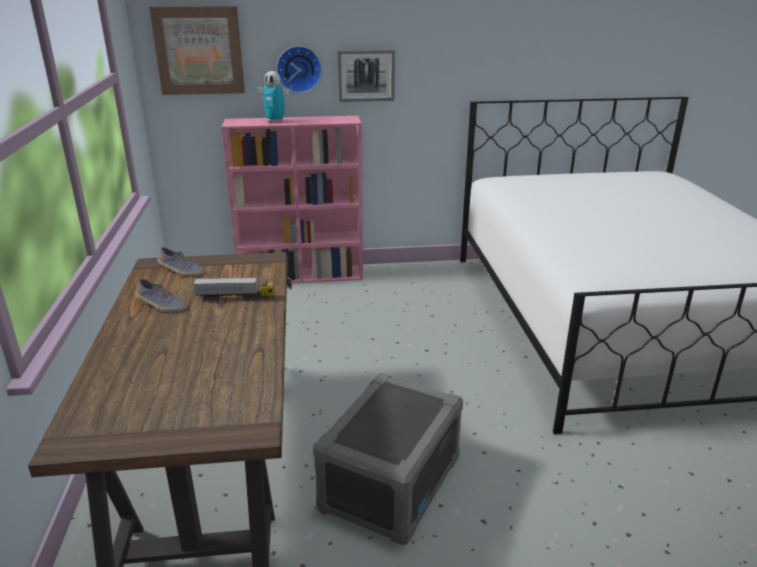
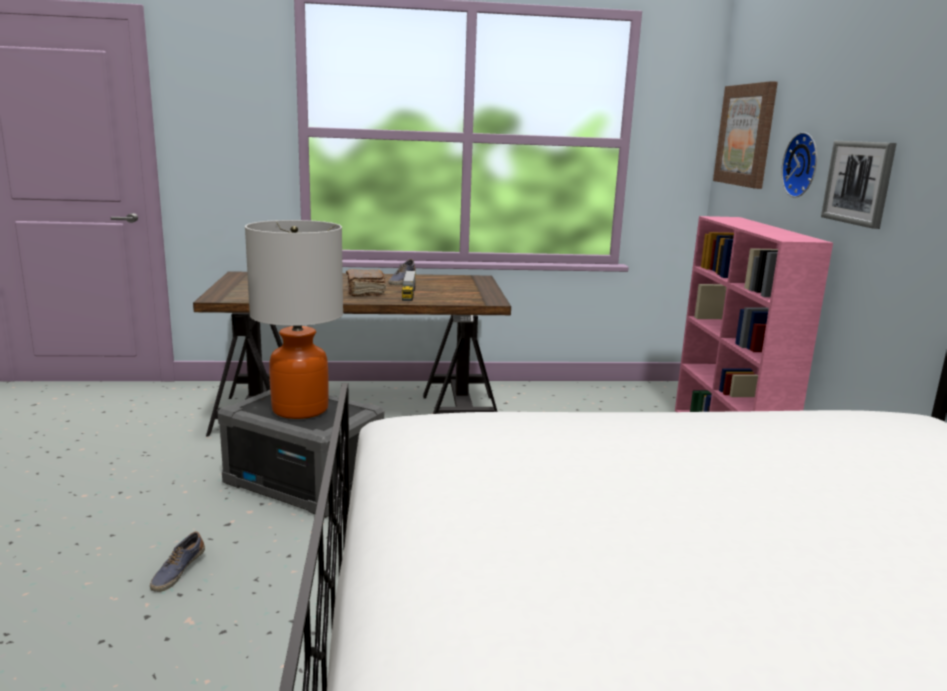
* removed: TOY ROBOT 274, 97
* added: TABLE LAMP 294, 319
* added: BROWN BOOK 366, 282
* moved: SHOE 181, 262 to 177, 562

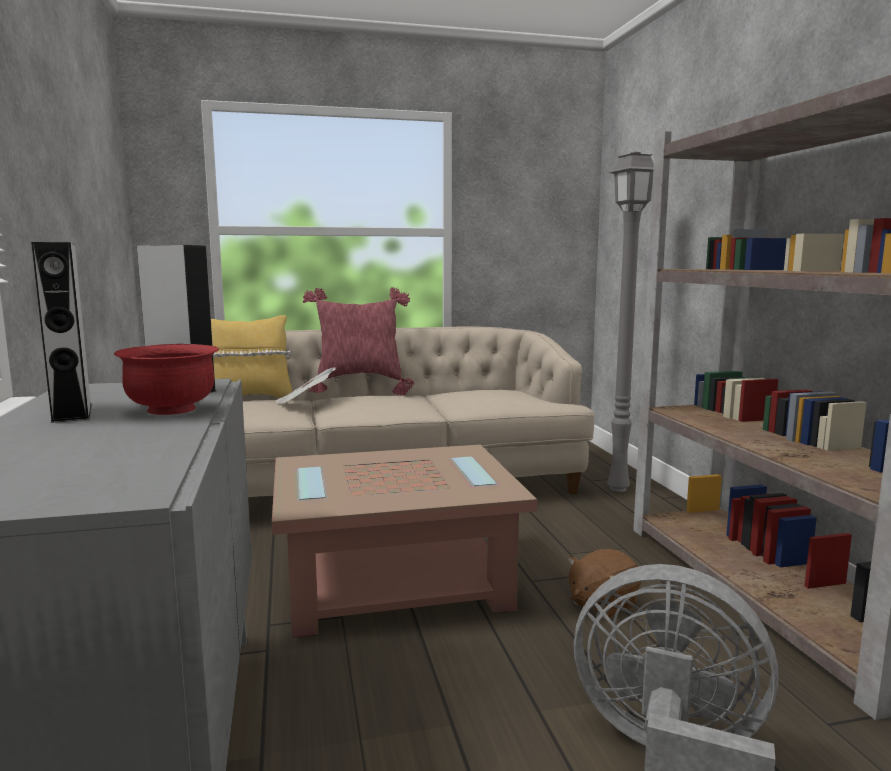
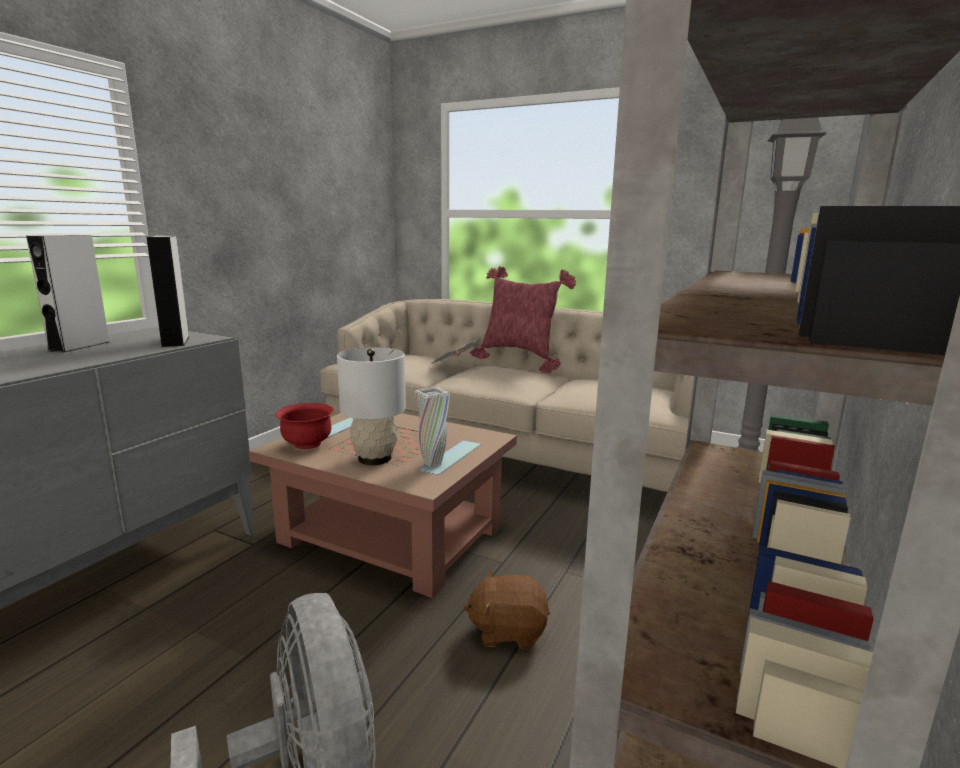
* removed: YELLOW PILLOW 251, 356
* added: WHITE TABLE LAMP 371, 406
* added: WHITE VASE 432, 427
* moved: RED BOWL 166, 379 to 304, 426

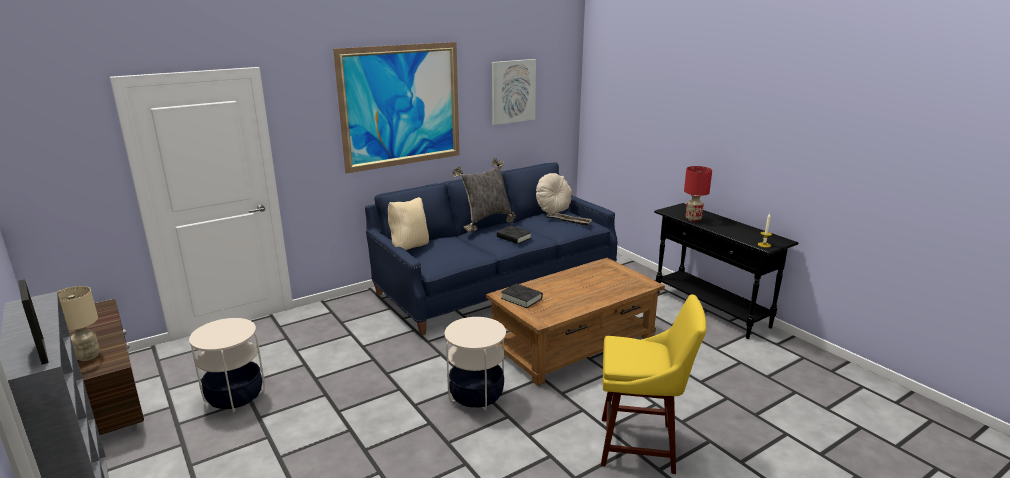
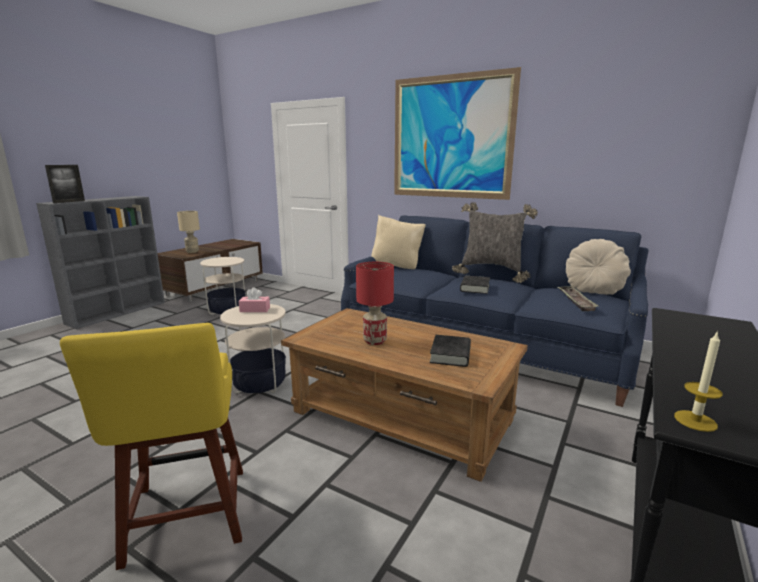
* removed: PICTURE 514, 92
* added: PINK TISSUE BOX 254, 299
* moved: BLACK BOOK 522, 295 to 450, 351
* moved: RED TABLE LAMP 698, 194 to 375, 303

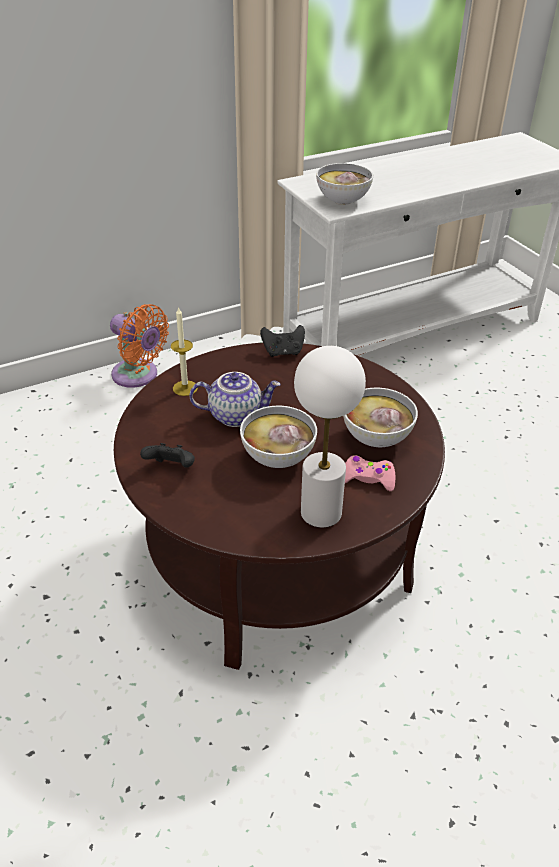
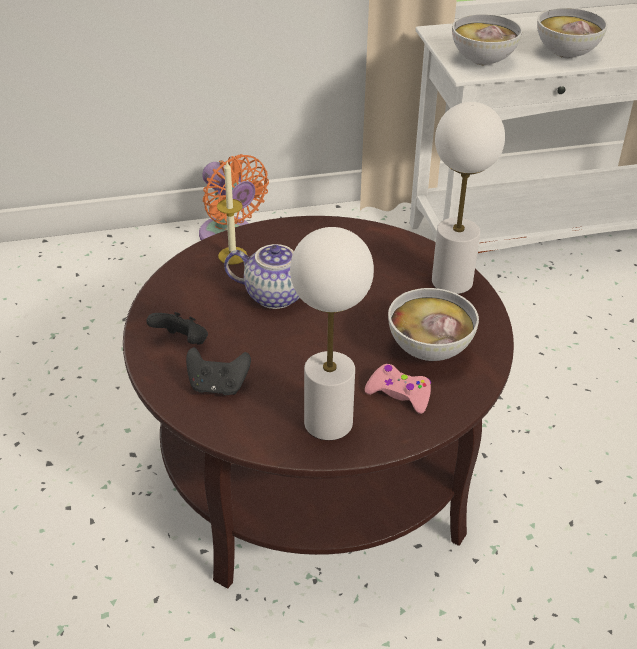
* added: WHITE TABLE LAMP 468, 198
* moved: BOWL 278, 437 to 572, 33
* moved: BLACK GAME CONTROLLER 282, 341 to 218, 371

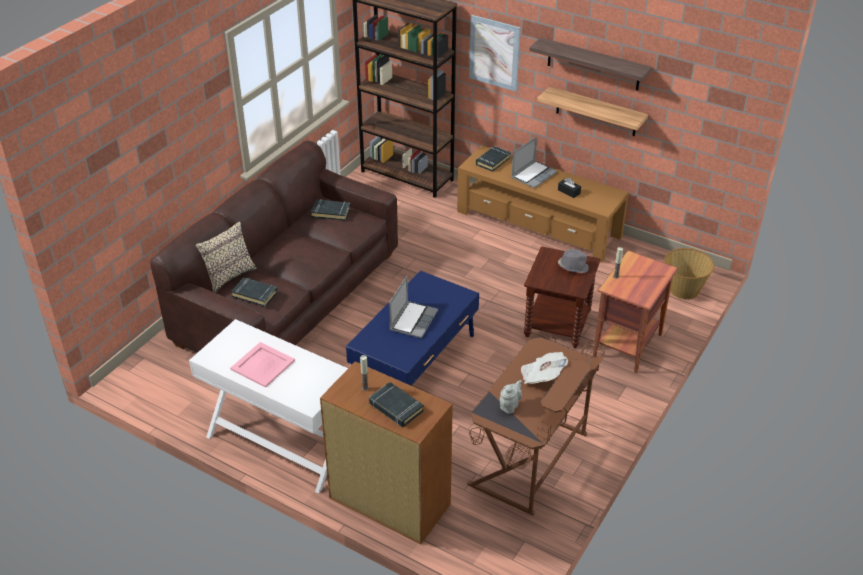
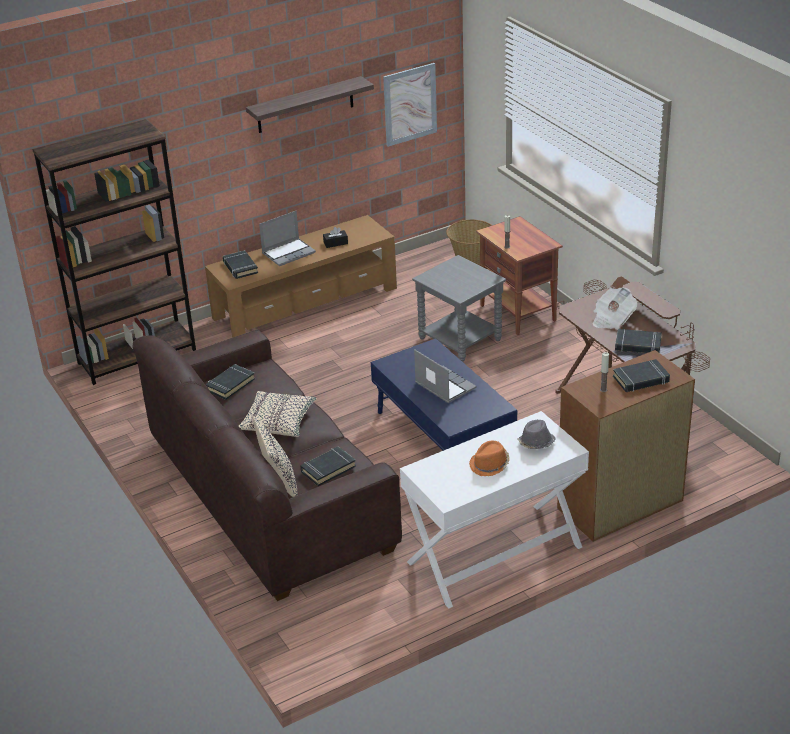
* removed: SHELF 592, 111
* added: BEIGE PILLOW 278, 414
* moved: PICTURE 494, 53 to 410, 105
* moved: GREY HAT 573, 261 to 537, 434
* replaced: PINK TRAY 262, 364 to ORANGE HAT 489, 458
* replaced: GREY TEAPOT 511, 397 to BLACK BOOK 638, 341
* recoloured: BROWN SIDE TABLE 562, 297 to GREY SIDE TABLE 459, 308
* turned: LAPTOP 534, 162 = 287, 238 75 degrees clockwise

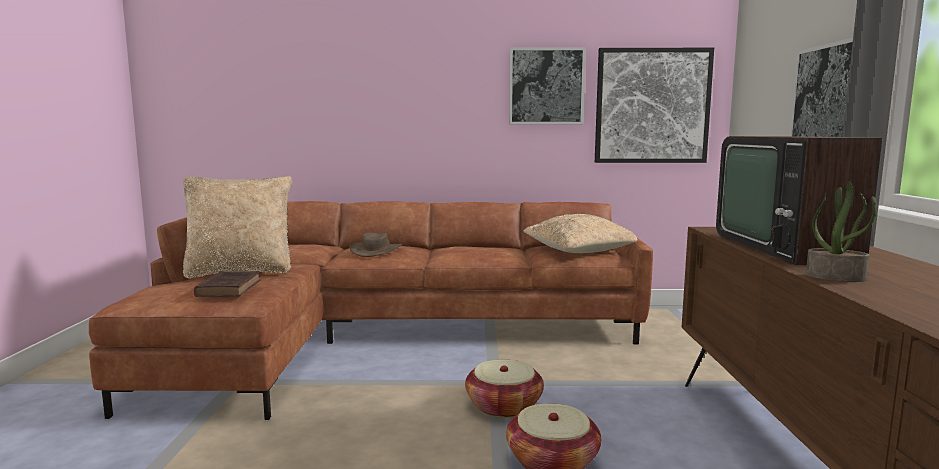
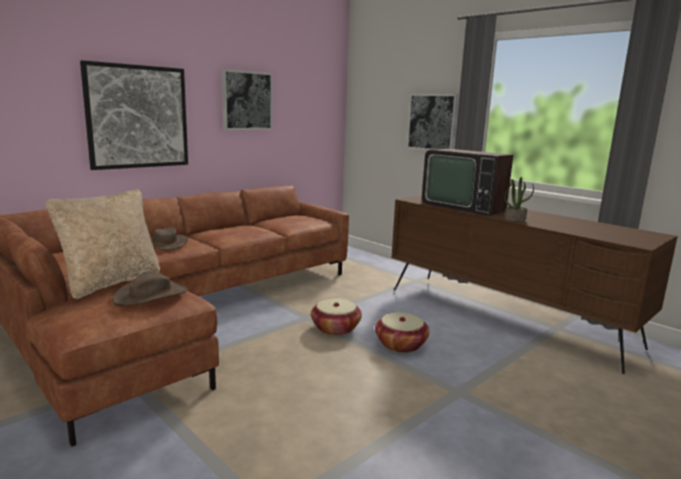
* removed: BEIGE PILLOW 580, 233
* moved: PICTURE 654, 105 to 134, 115
* replaced: BROWN BOOK 227, 284 to BROWN HAT 150, 288

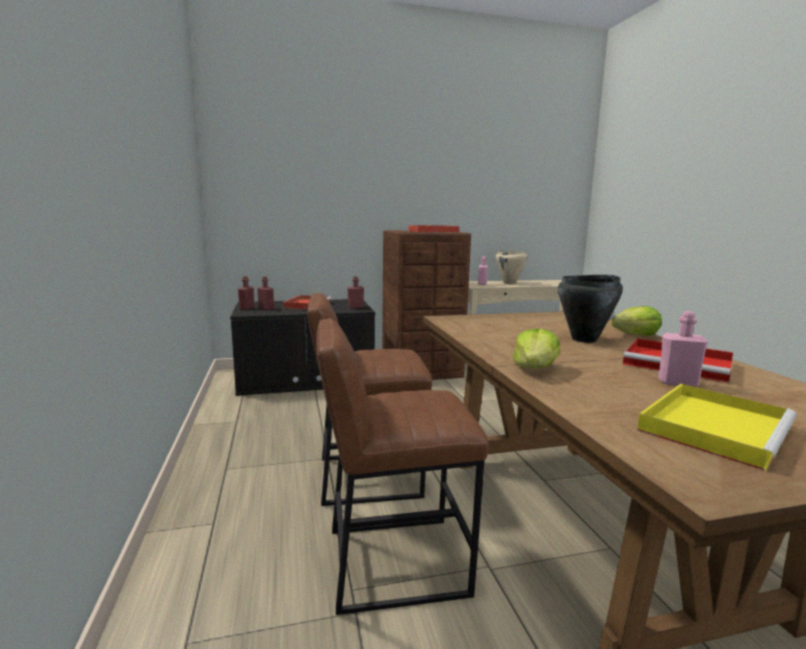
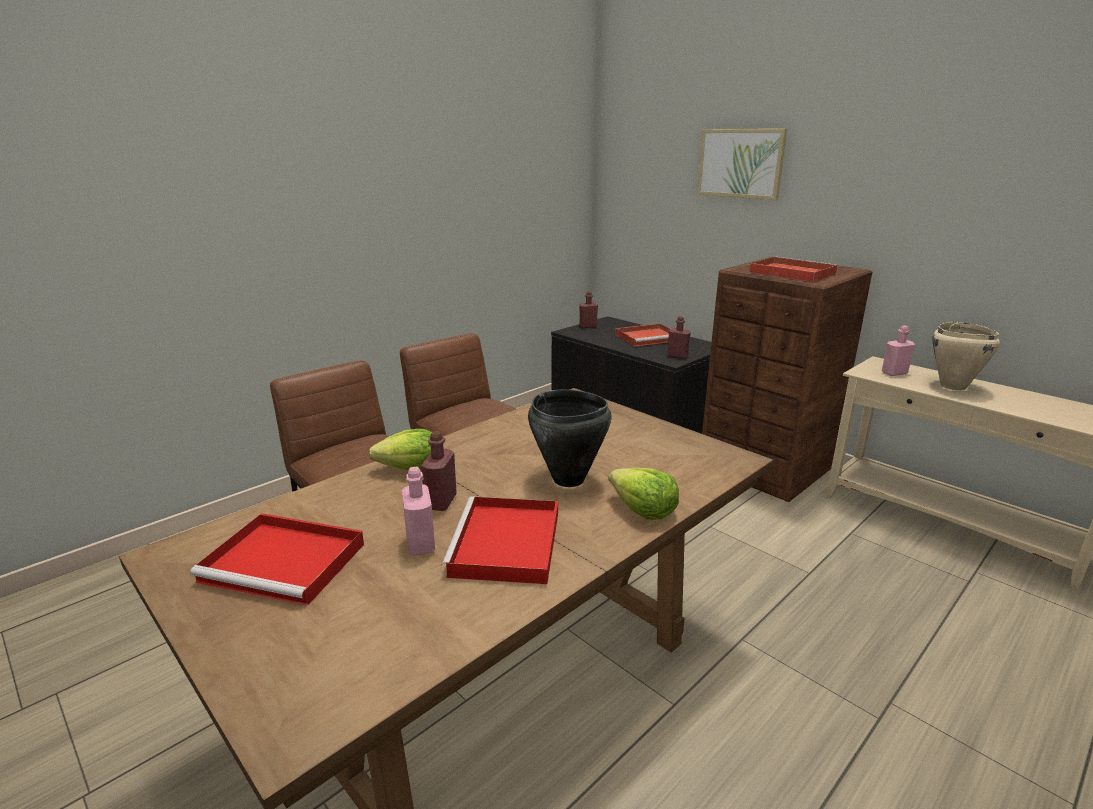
* added: PICTURE 742, 164
* moved: RED BOTTLE 265, 293 to 439, 471
* recoloured: YELLOW TRAY 717, 427 to RED TRAY 277, 560

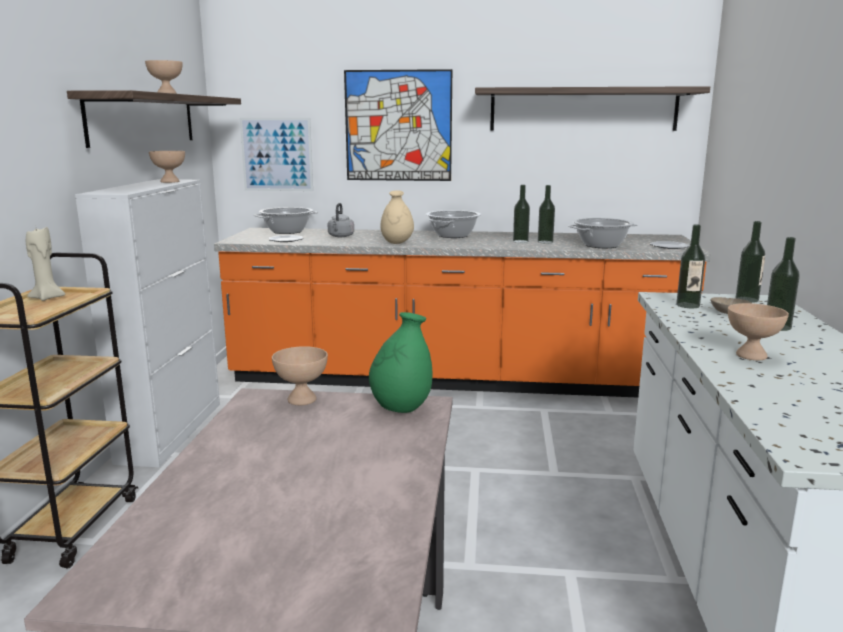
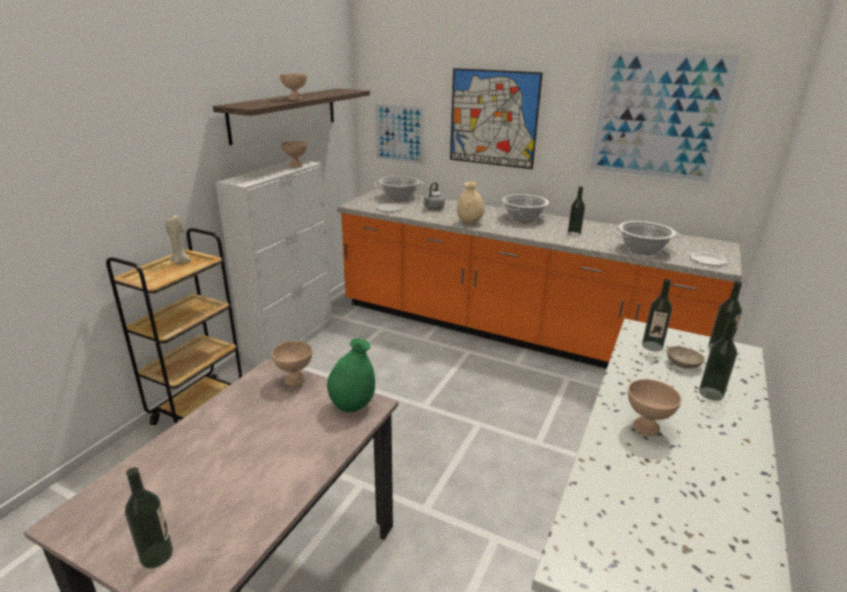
* moved: BOTTLE 546, 214 to 149, 517
* replaced: SHELF 592, 108 to PICTURE 666, 117

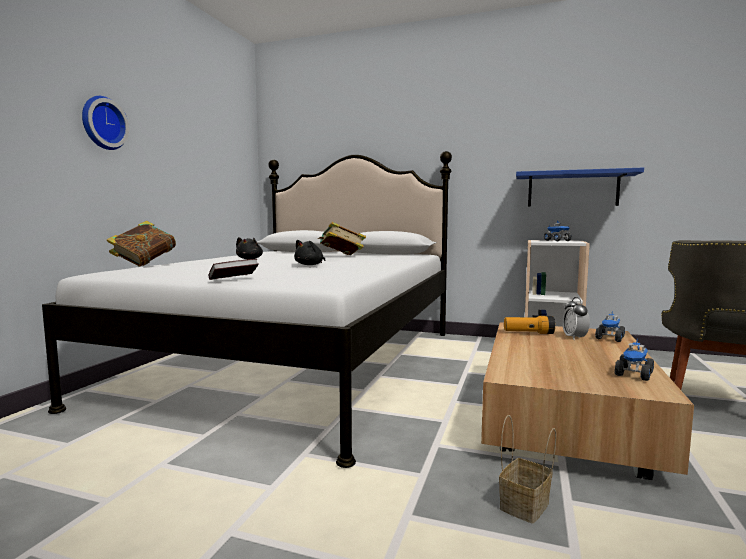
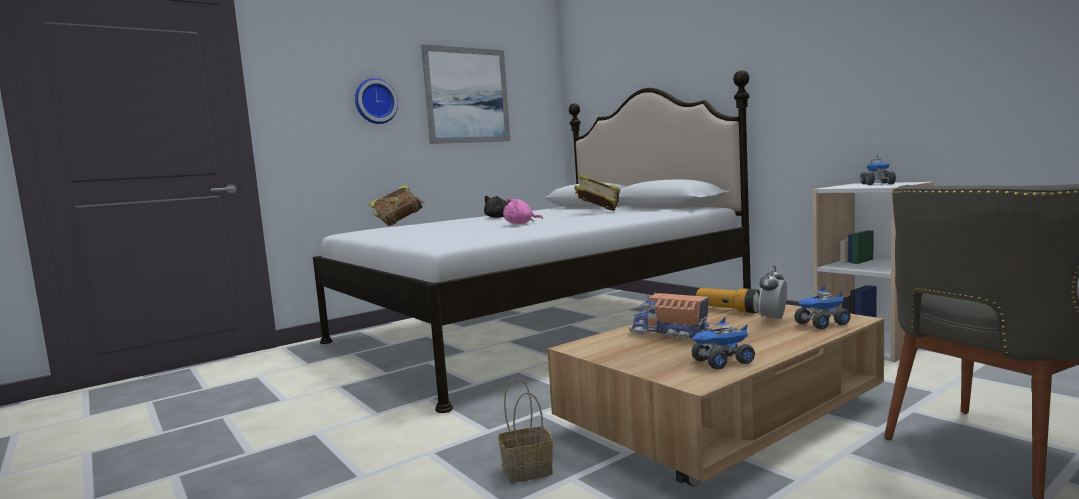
* removed: BOOK 233, 269
* removed: BLUE SHELF 580, 187
* added: PICTURE 465, 94
* added: TOY TRUCK 670, 316
* recoloured: BLACK PLUSH TOY 309, 252 to PINK PLUSH TOY 523, 211

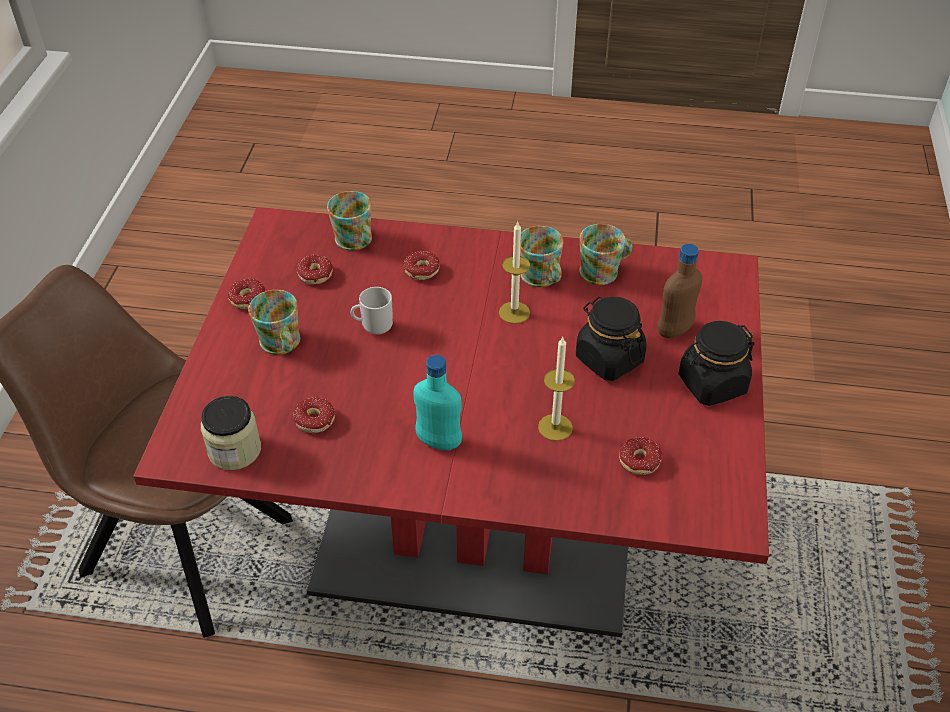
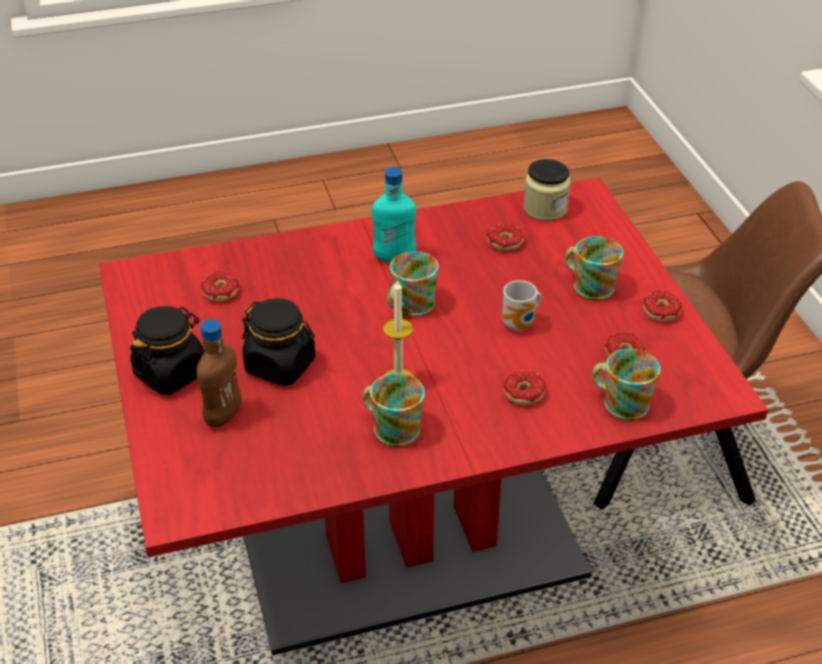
* removed: CANDLE 556, 389
* moved: MUG 606, 254 to 413, 284

